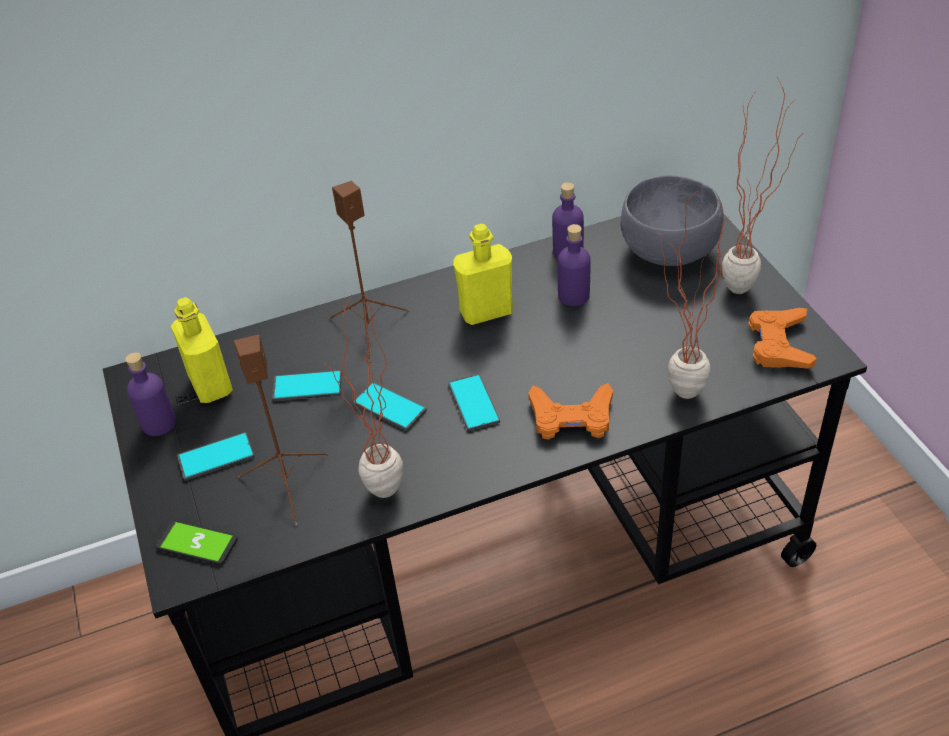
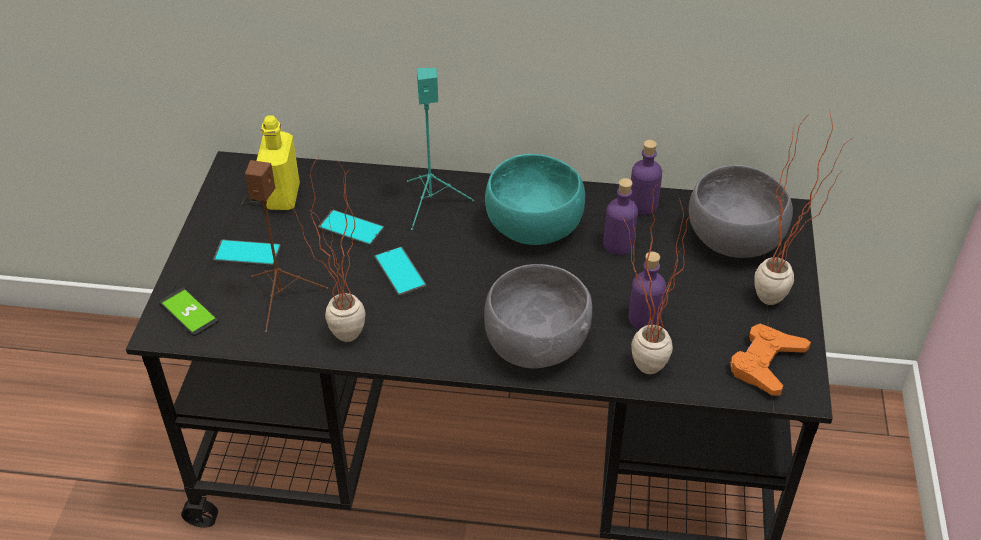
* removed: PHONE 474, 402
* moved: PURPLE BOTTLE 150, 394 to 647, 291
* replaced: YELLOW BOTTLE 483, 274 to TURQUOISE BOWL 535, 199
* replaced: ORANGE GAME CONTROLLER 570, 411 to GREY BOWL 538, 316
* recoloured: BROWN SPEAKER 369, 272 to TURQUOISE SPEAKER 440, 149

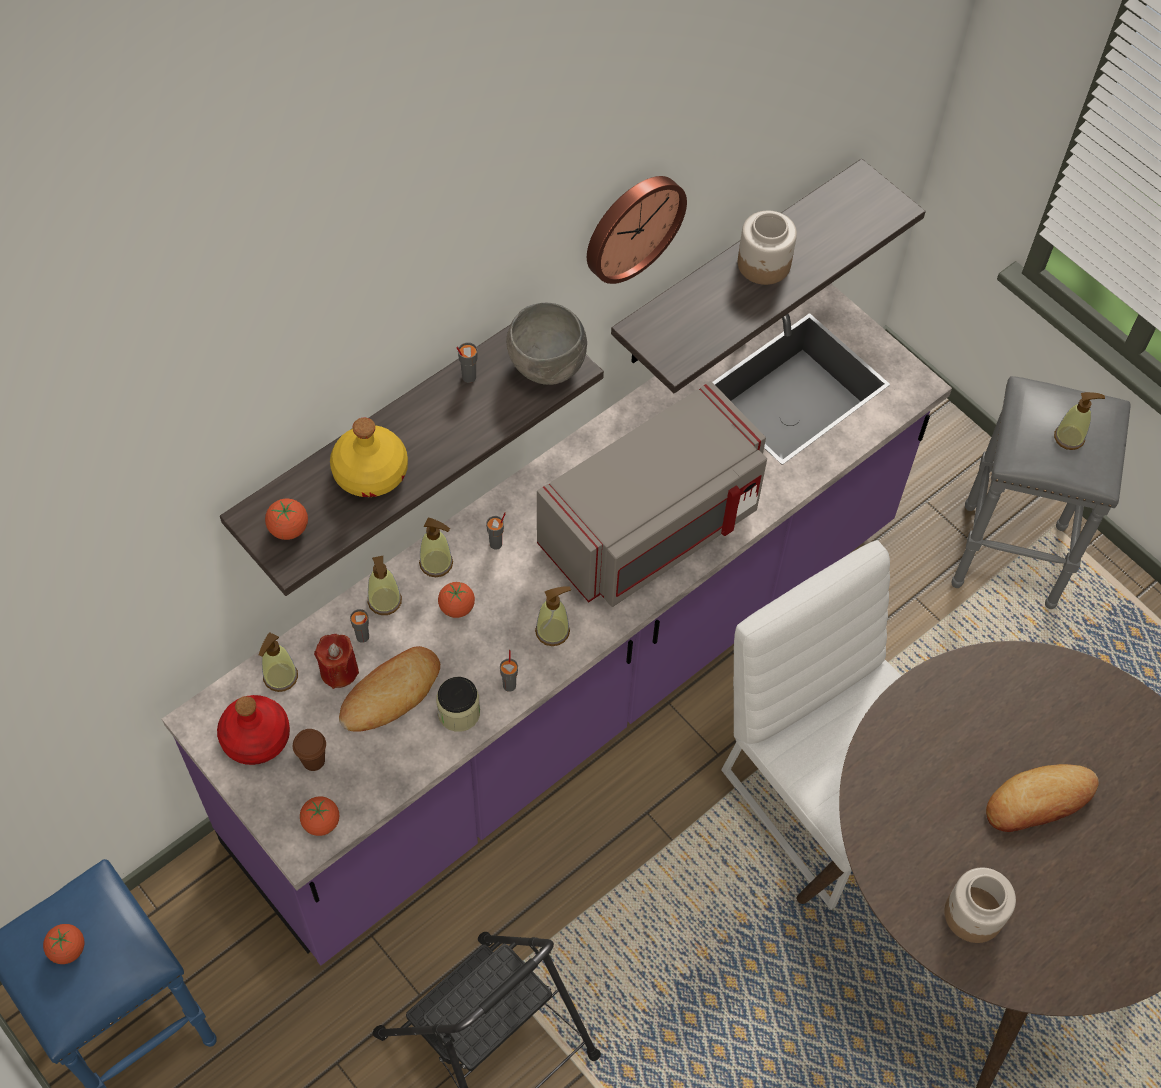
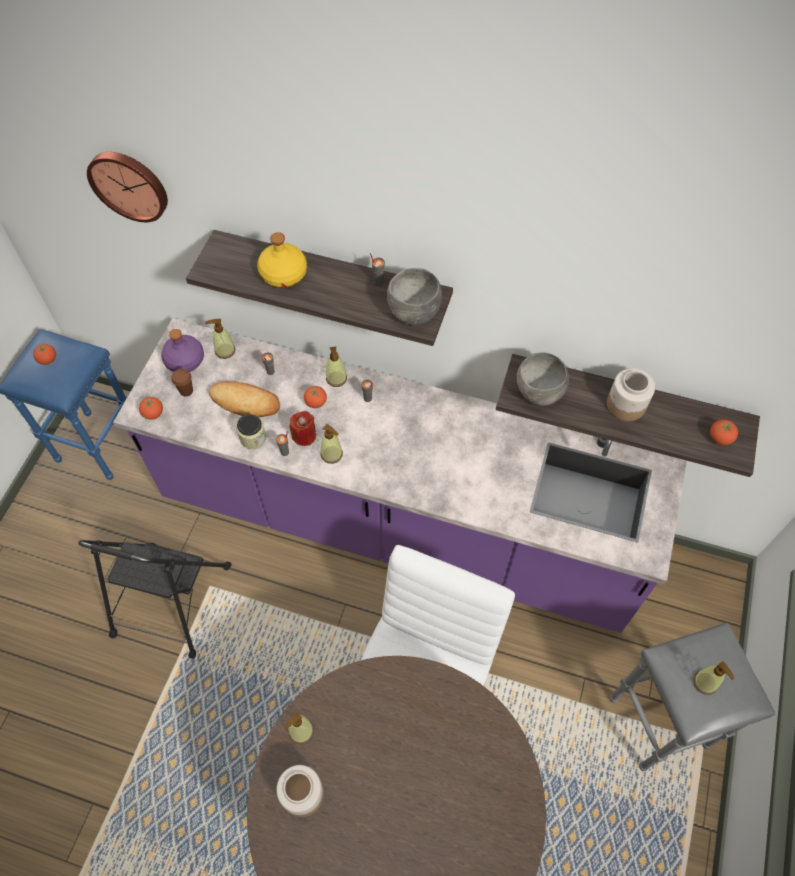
* removed: GREY MICROWAVE 652, 494
* removed: BREAD 1042, 798
* added: GREY BOWL 543, 379
* moved: TOMATO 286, 519 to 724, 432
* moved: RED CANDLE 336, 661 to 303, 428
* moved: SOAP DISPENSER 385, 585 to 299, 728
* moved: WALL CLOCK 637, 230 to 127, 187
* recoloured: RED BOTTLE 253, 730 to PURPLE BOTTLE 182, 350

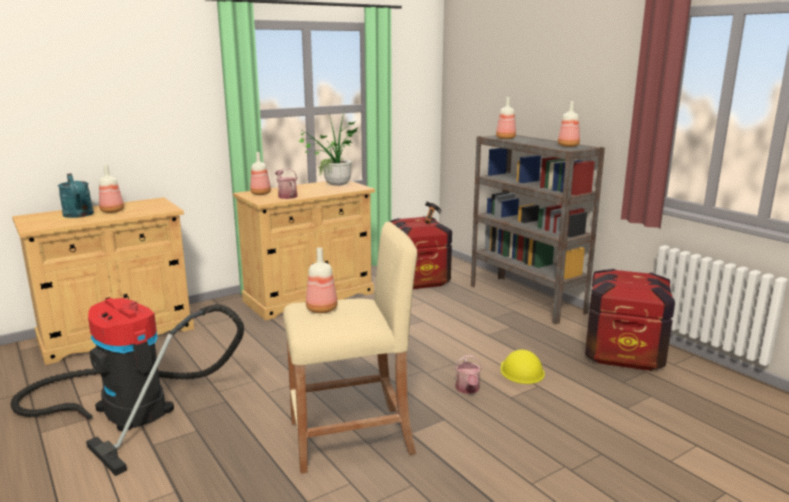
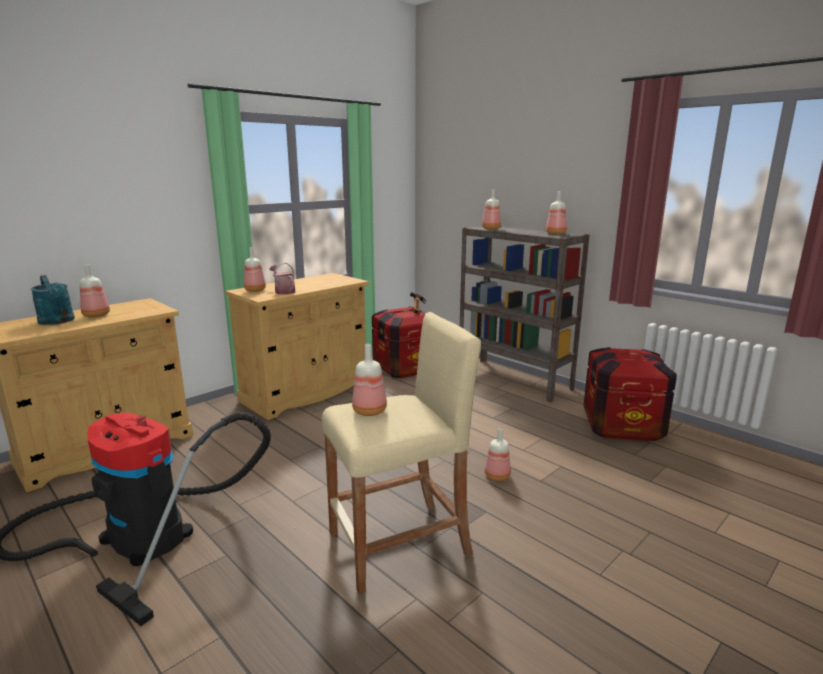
* removed: POTTED PLANT 328, 147
* removed: YELLOW HARD HAT 523, 366
* replaced: WATERING CAN 468, 374 to BOTTLE 498, 454

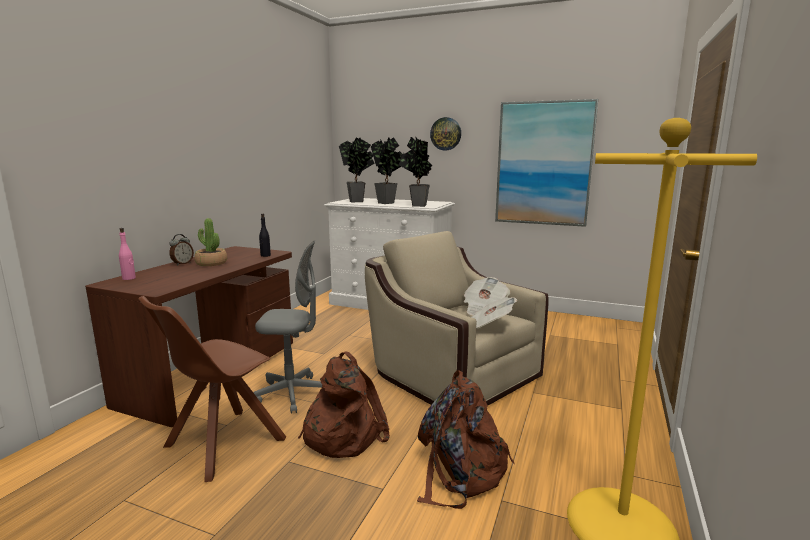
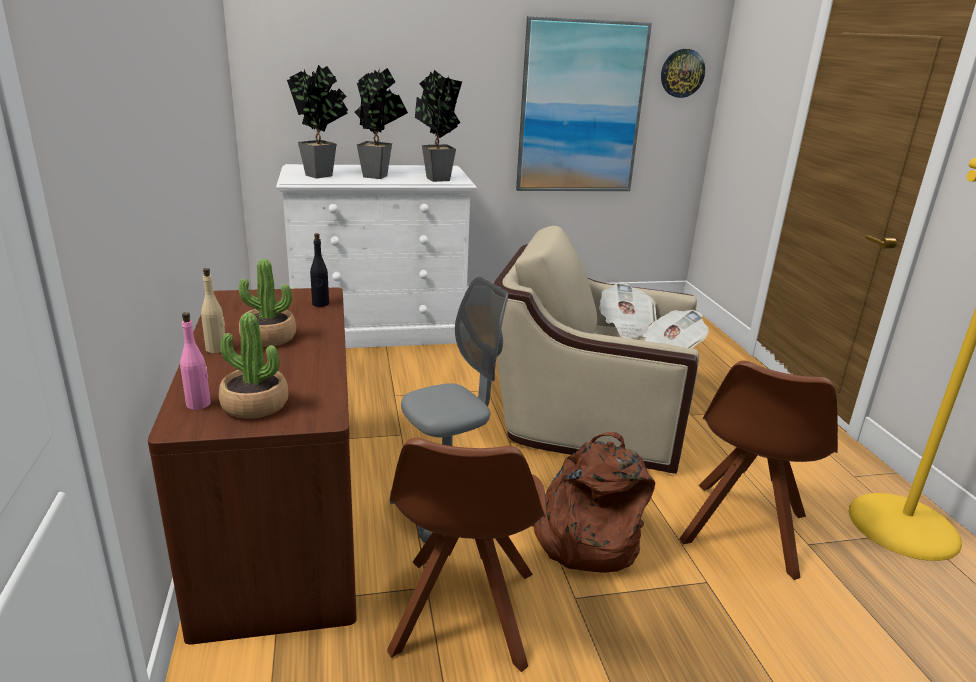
* added: POTTED PLANT 253, 366
* moved: WALL CLOCK 445, 133 to 683, 73
* replaced: ALARM CLOCK 181, 250 to BEIGE BOTTLE 213, 310
* replaced: BROWN BACKPACK 465, 439 to BROWN CHAIR 758, 470

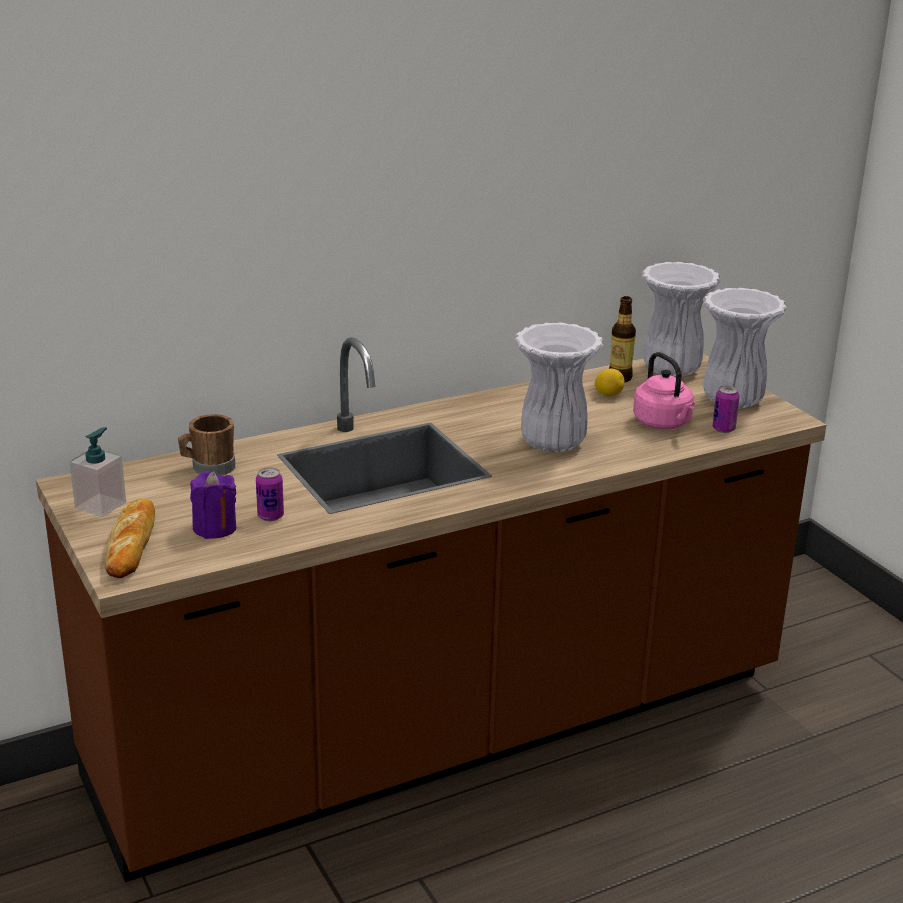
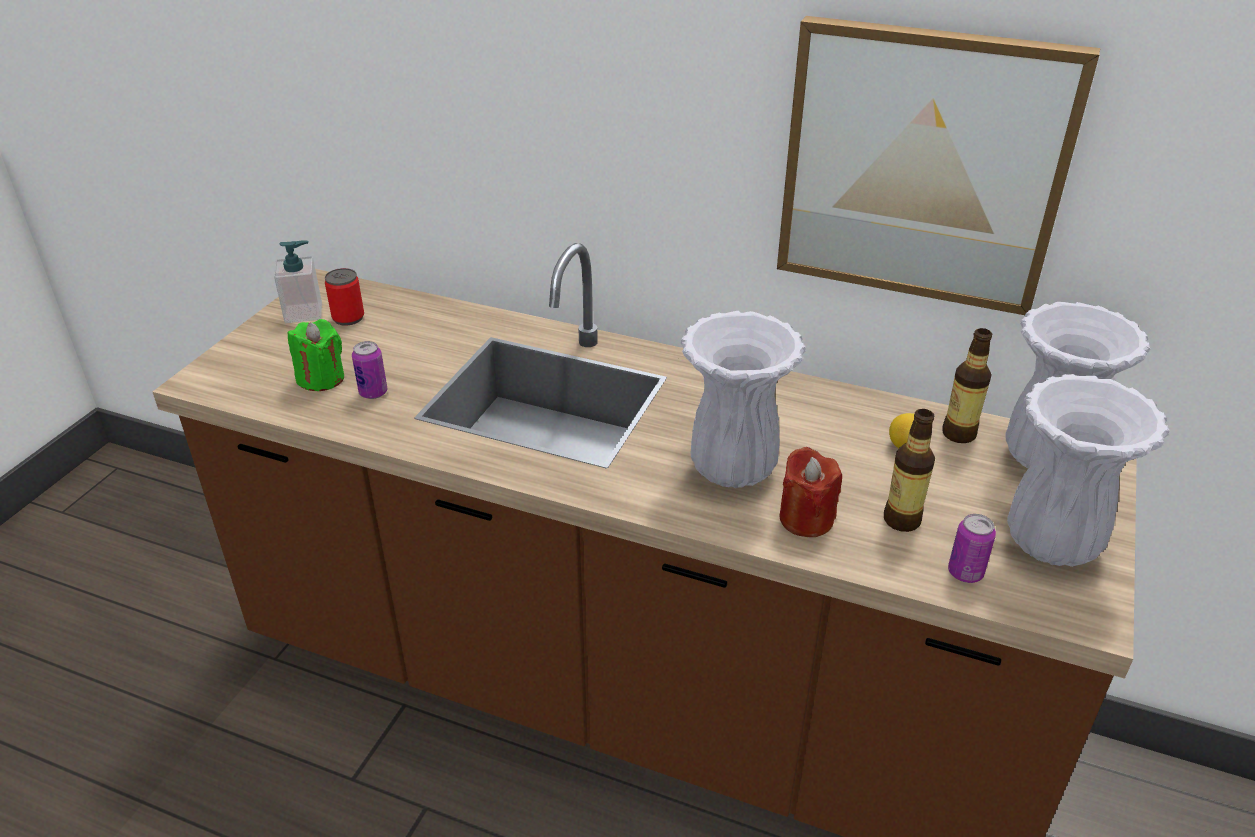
* removed: BREAD 130, 538
* removed: BROWN MUG 206, 444
* added: CAN 344, 297
* added: PICTURE 938, 165
* added: RED CANDLE 810, 492
* replaced: PINK KETTLE 664, 390 to BOTTLE 909, 470
* recoloured: PURPLE CANDLE 213, 505 to GREEN CANDLE 316, 355

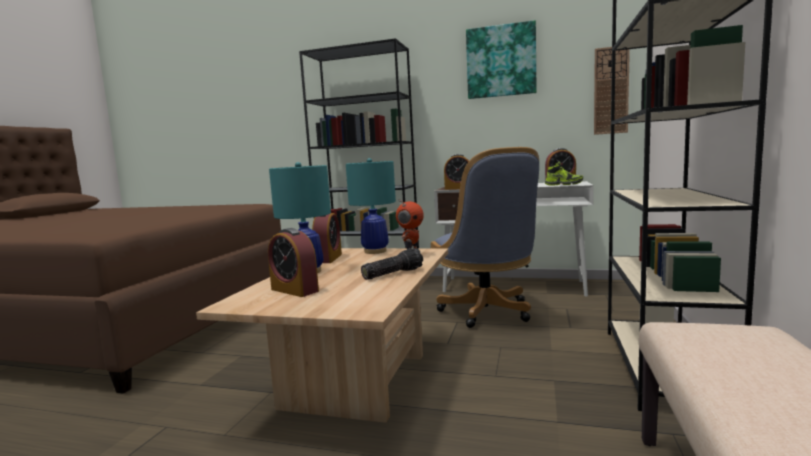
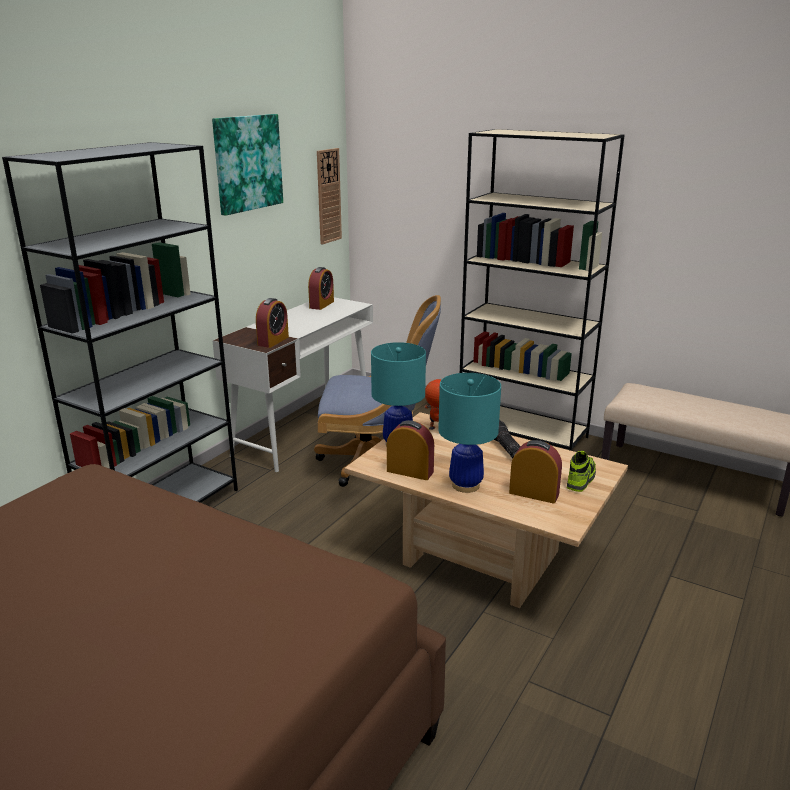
* moved: SHOE 564, 173 to 581, 471
* turned: ALARM CLOCK 293, 262 = 535, 472 120 degrees counterclockwise

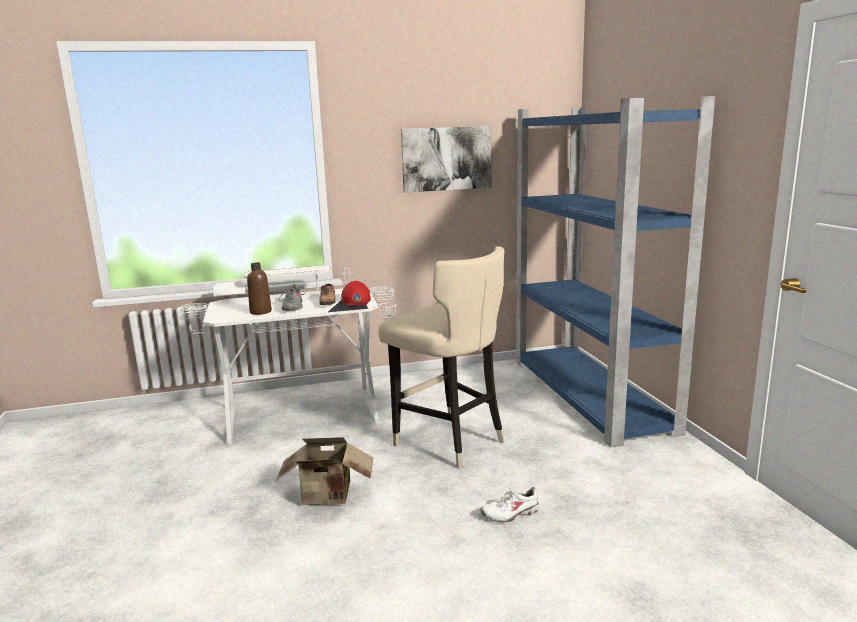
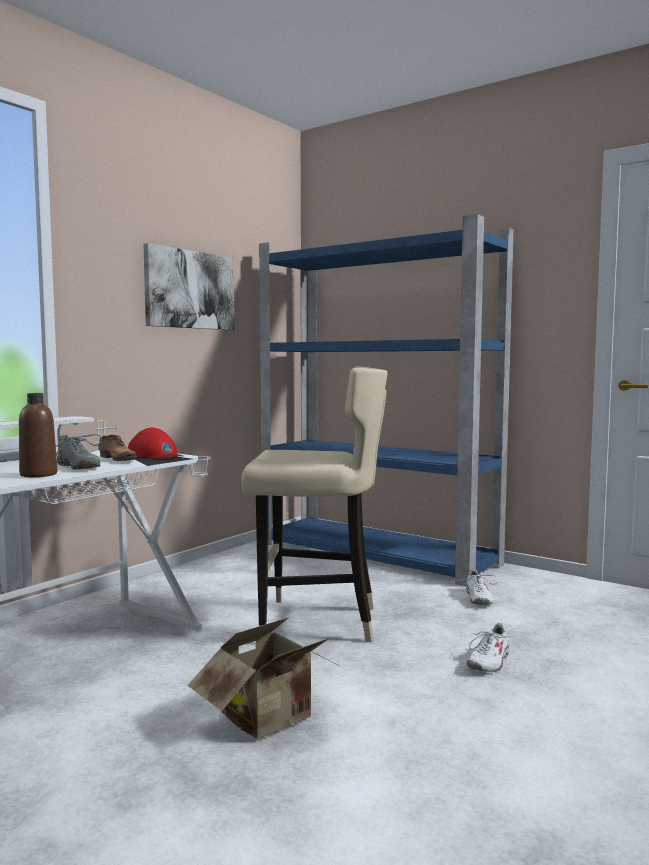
* added: WHITE SHOE 477, 587

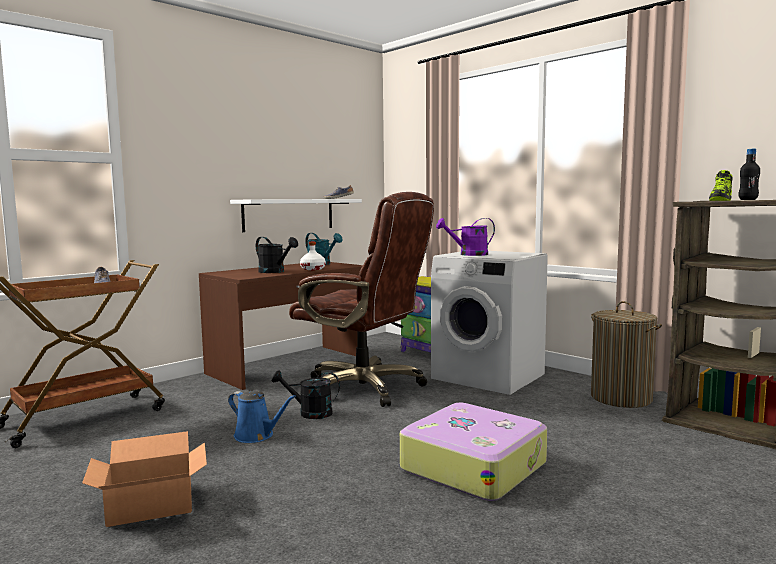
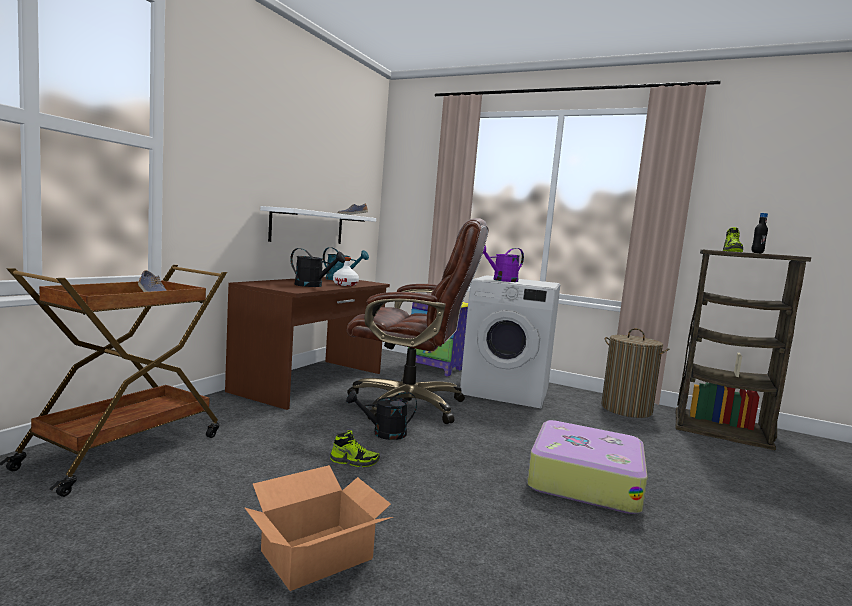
* replaced: BLUE WATERING CAN 262, 417 to SHOE 355, 448

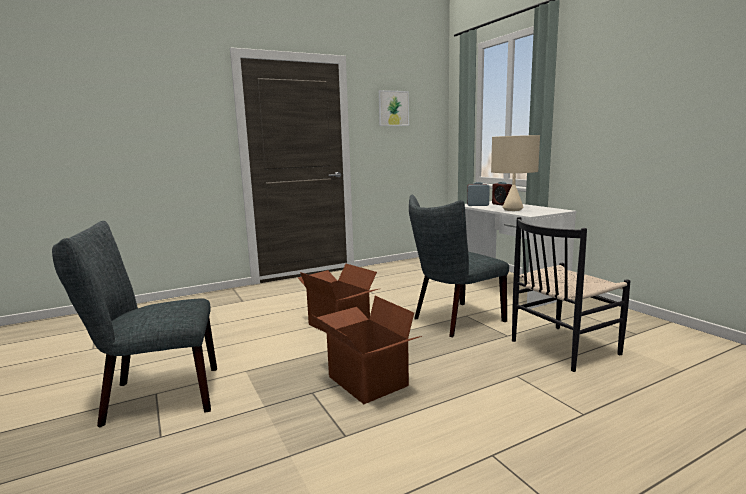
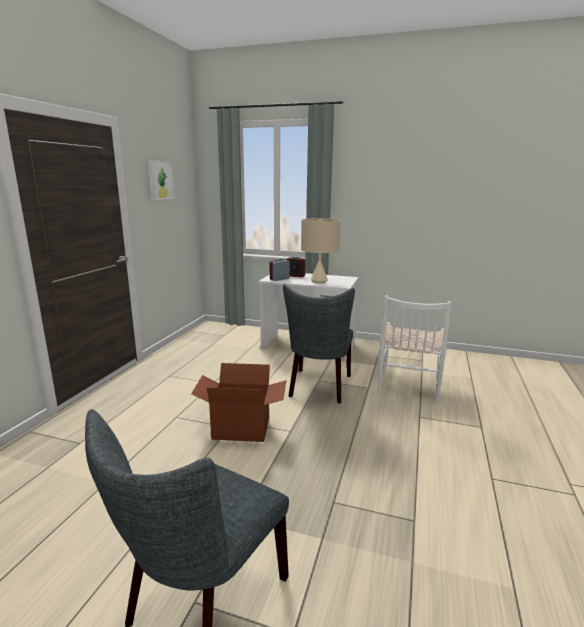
* removed: CARDBOARD BOX 367, 350
* recoloured: BLACK CHAIR 571, 294 to WHITE CHAIR 414, 348

